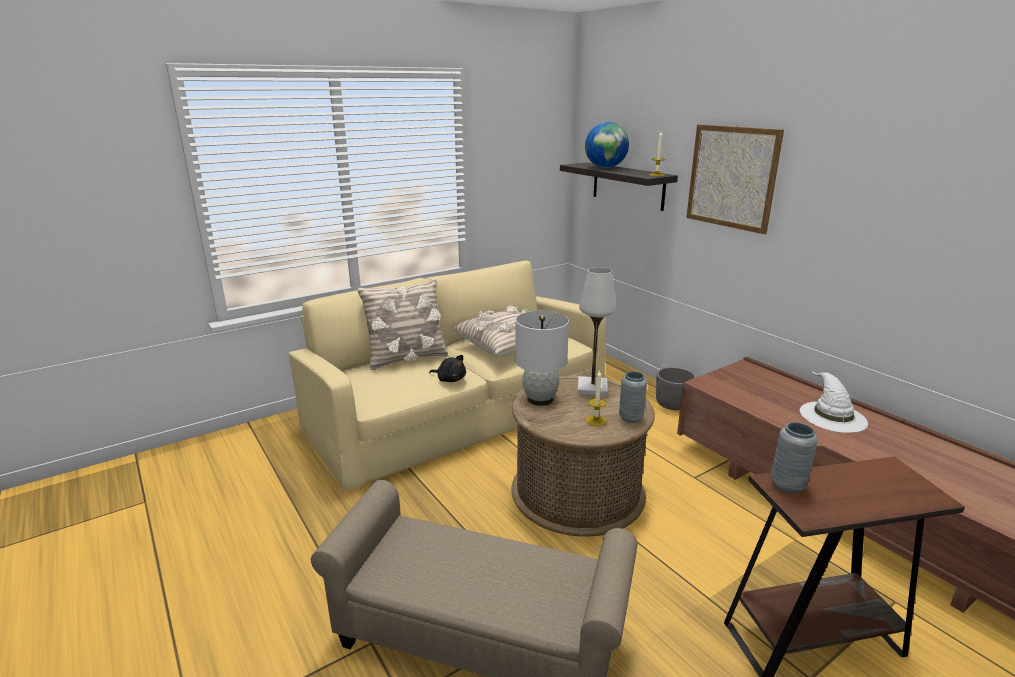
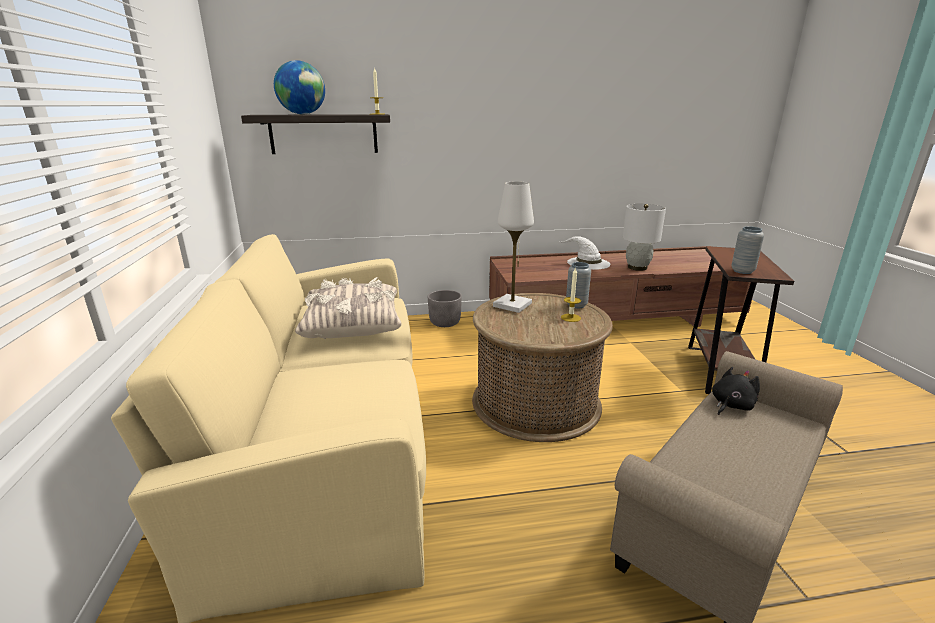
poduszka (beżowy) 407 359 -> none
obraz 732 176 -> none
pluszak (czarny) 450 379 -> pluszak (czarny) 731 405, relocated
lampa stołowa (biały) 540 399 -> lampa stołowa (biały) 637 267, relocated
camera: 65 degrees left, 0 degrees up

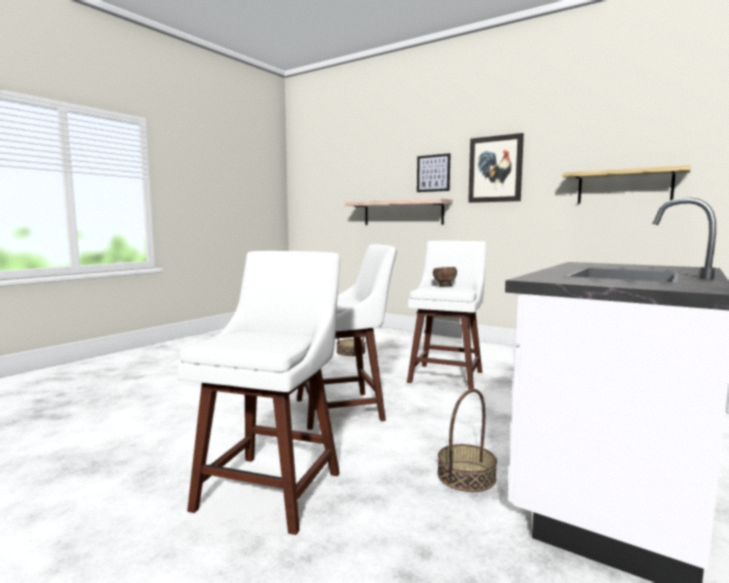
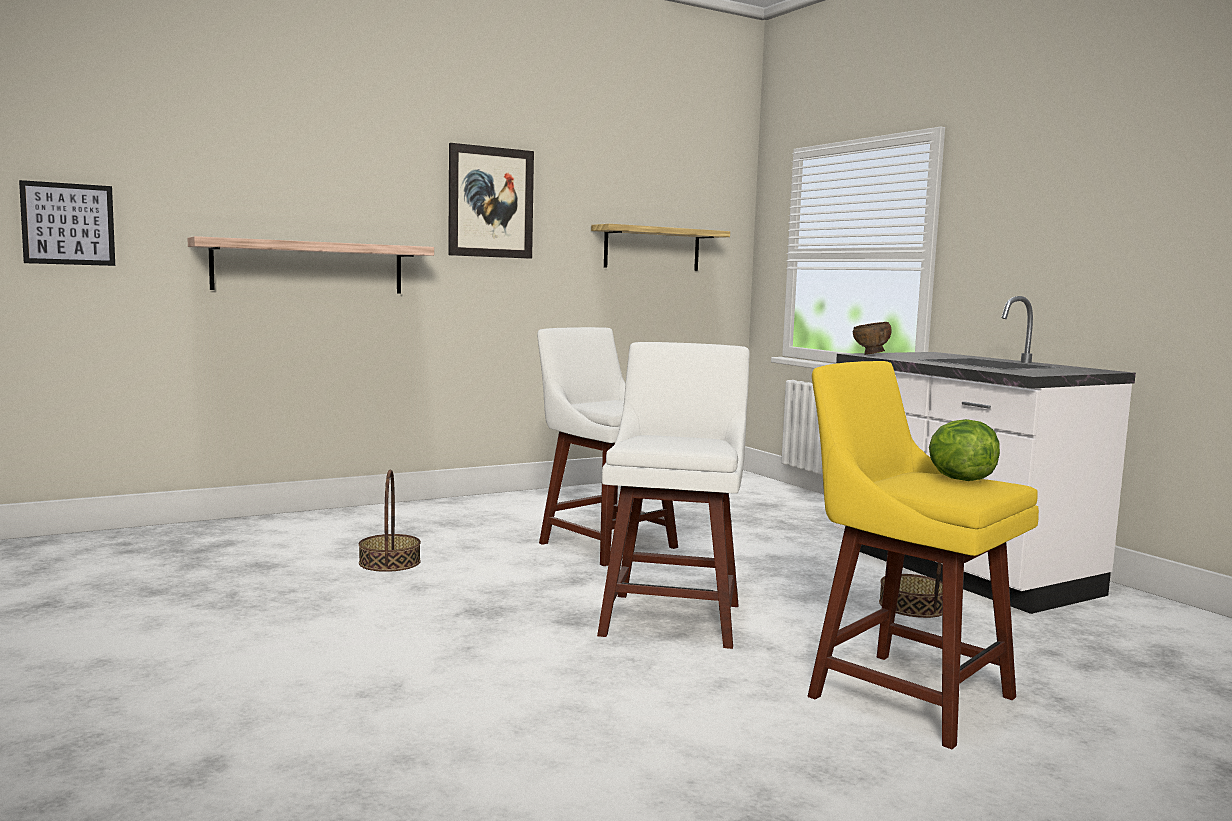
none -> sałata 959 479
obraz 433 173 -> obraz 68 224, relocated
miska (brązowy) 444 287 -> miska (brązowy) 871 354, relocated
stołek (biały) 273 487 -> stołek (żółty) 903 693
camera: 65 degrees left, 0 degrees up

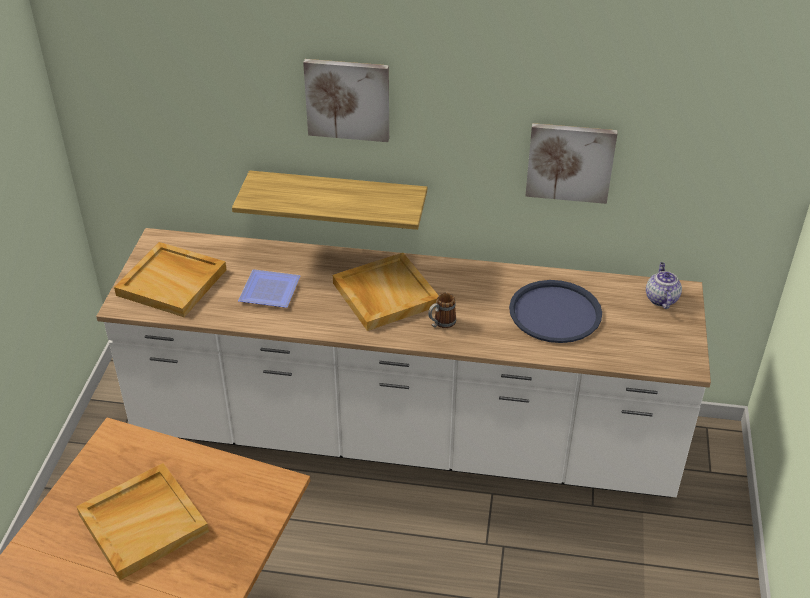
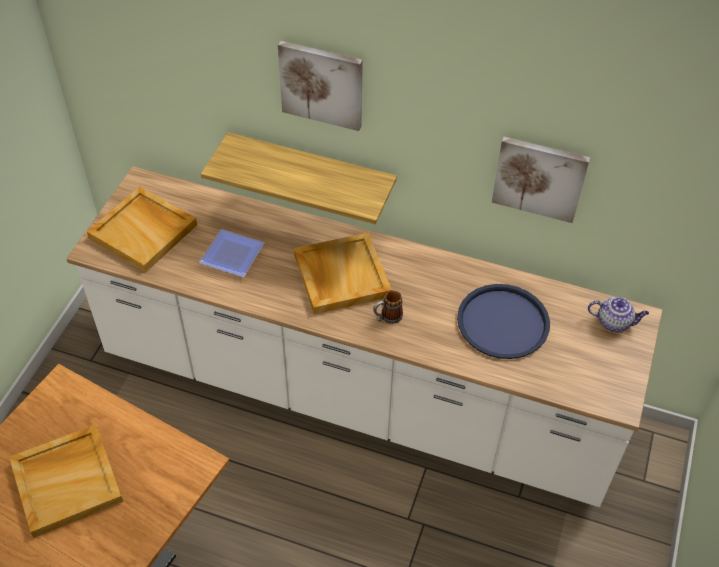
imbryk 660 298 -> imbryk 614 322, 90 degrees clockwise
camera: 10 degrees right, 10 degrees up

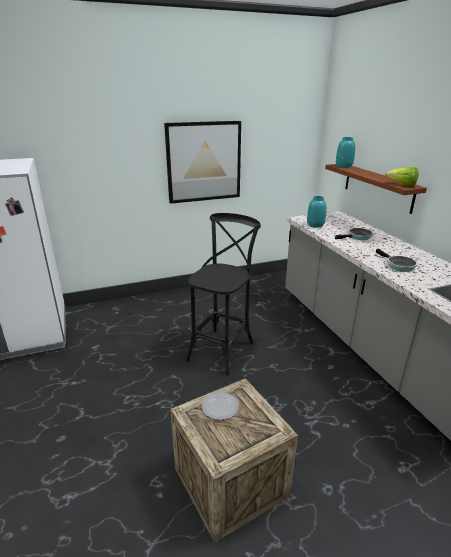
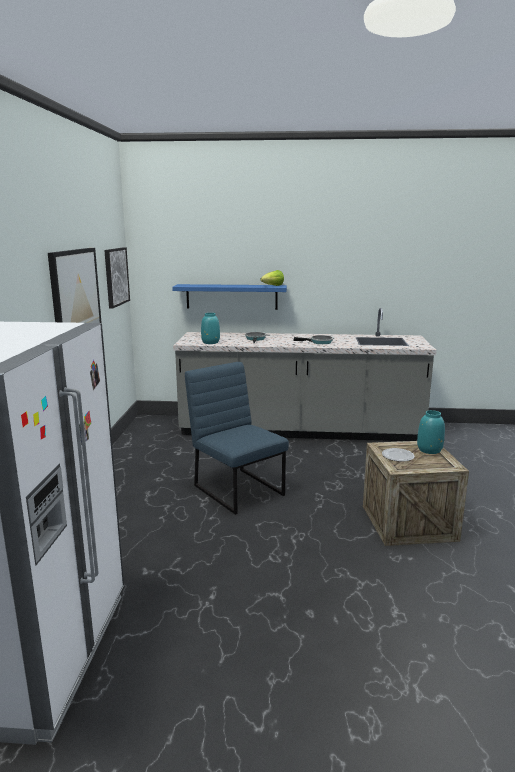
none -> obraz 116 276
wazon (turkusowy) 344 166 -> wazon (turkusowy) 429 450, relocated
stołek (czarny) 222 349 -> krzesło (niebieski) 237 489
półka (brązowy) 377 187 -> półka (niebieski) 231 296
camera: 65 degrees left, 10 degrees down

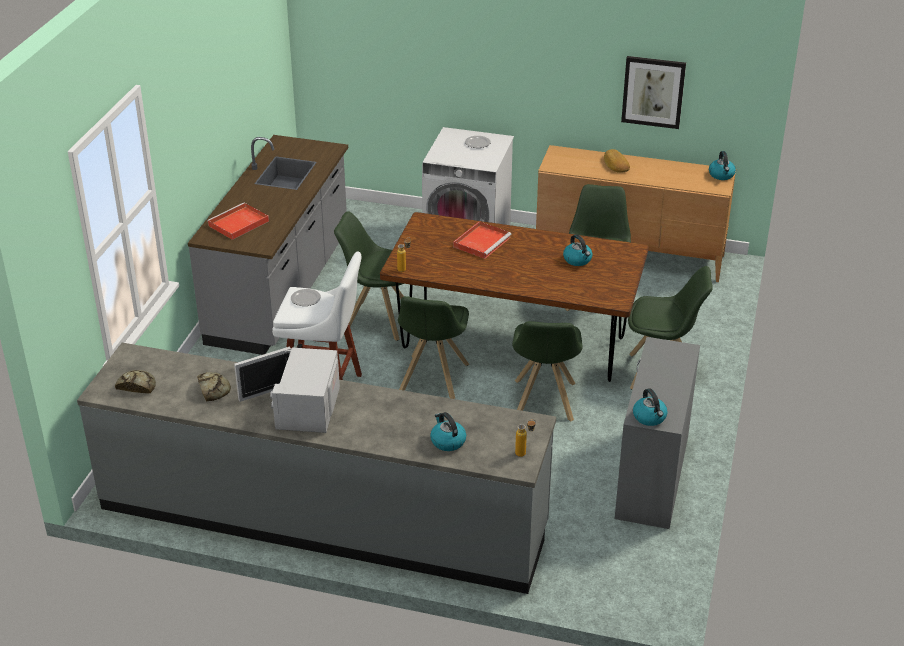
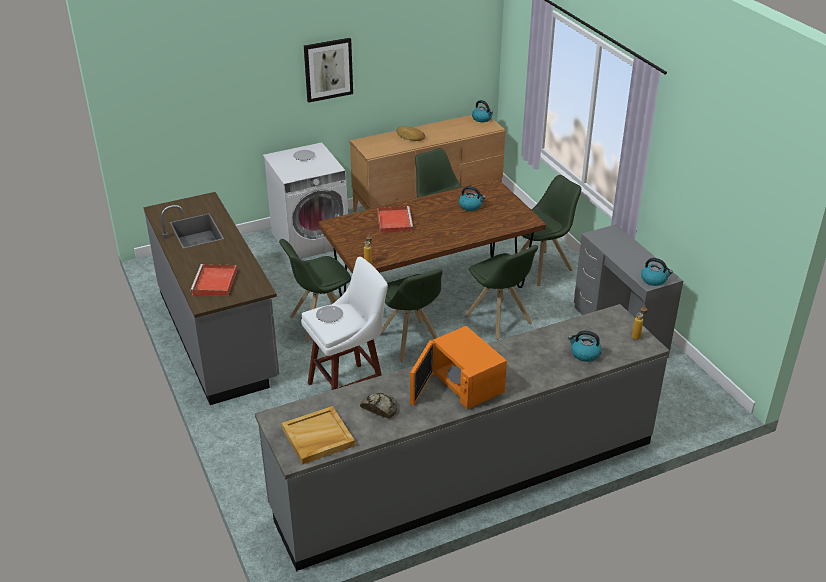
obraz 653 91 -> obraz 328 69, relocated
chleb 136 385 -> taca (beżowy) 317 437
mikrofalówka (biały) 305 406 -> mikrofalówka (pomarańczowy) 462 383
camera: 40 degrees left, 0 degrees up

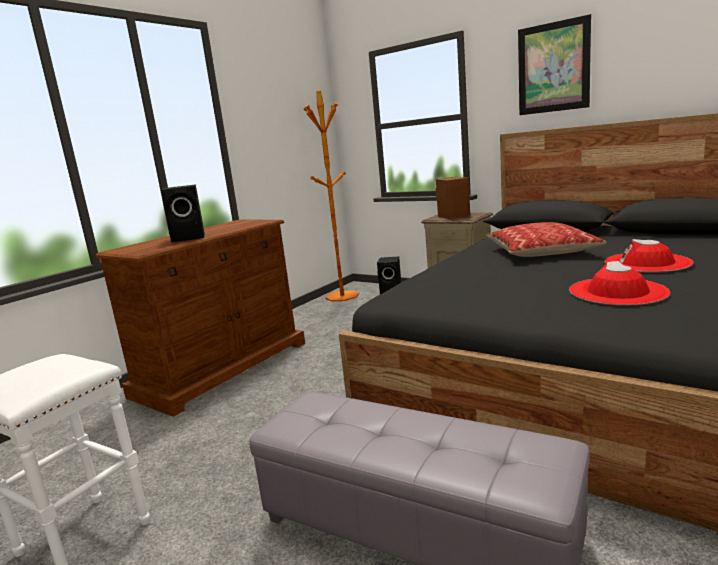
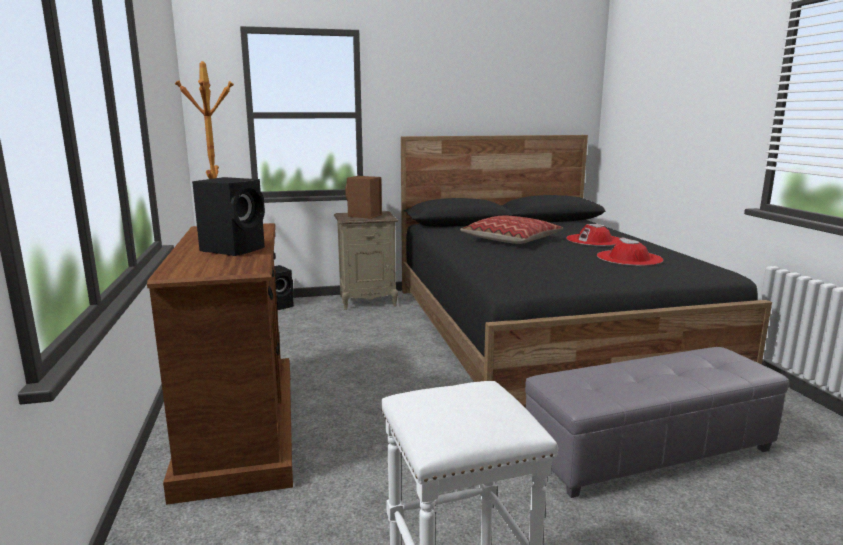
obraz 553 67 -> none
camera: 50 degrees left, 0 degrees up

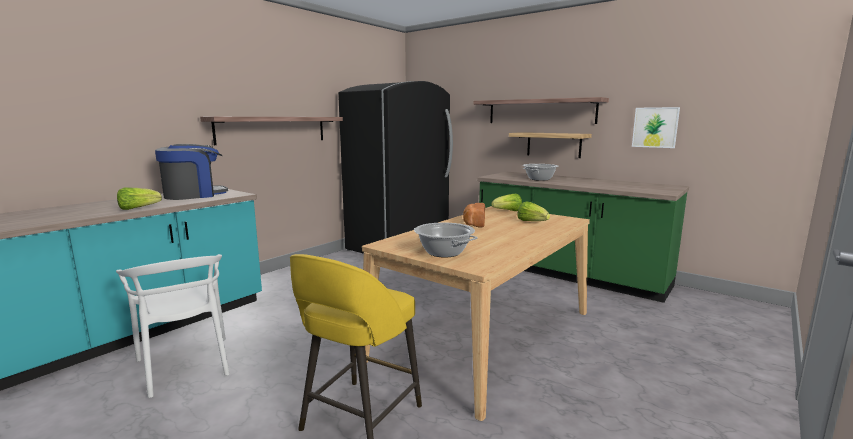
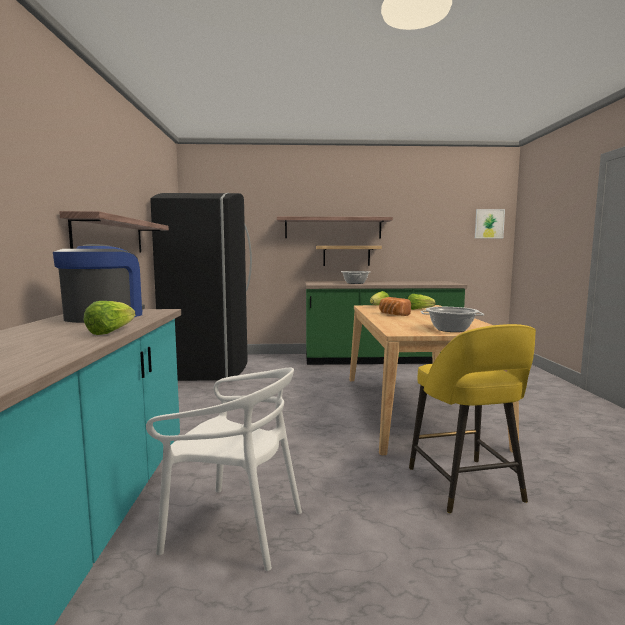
obraz 655 127 -> obraz 489 224, relocated
camera: 40 degrees left, 5 degrees down

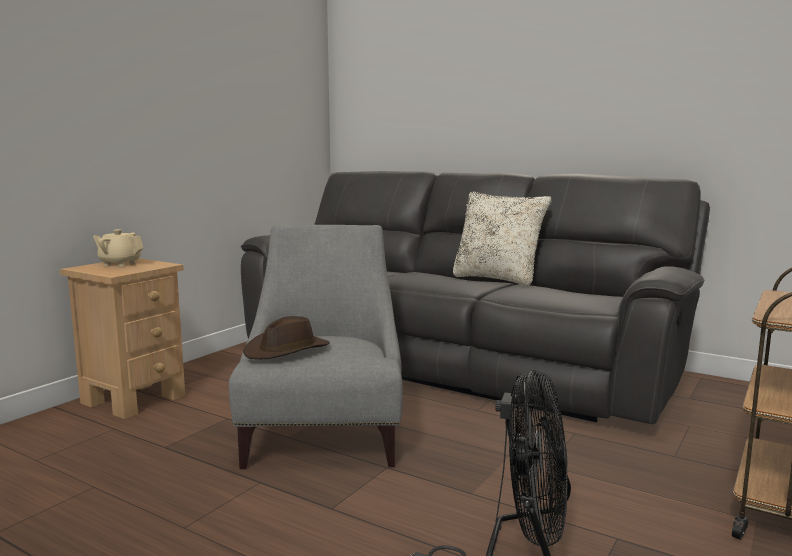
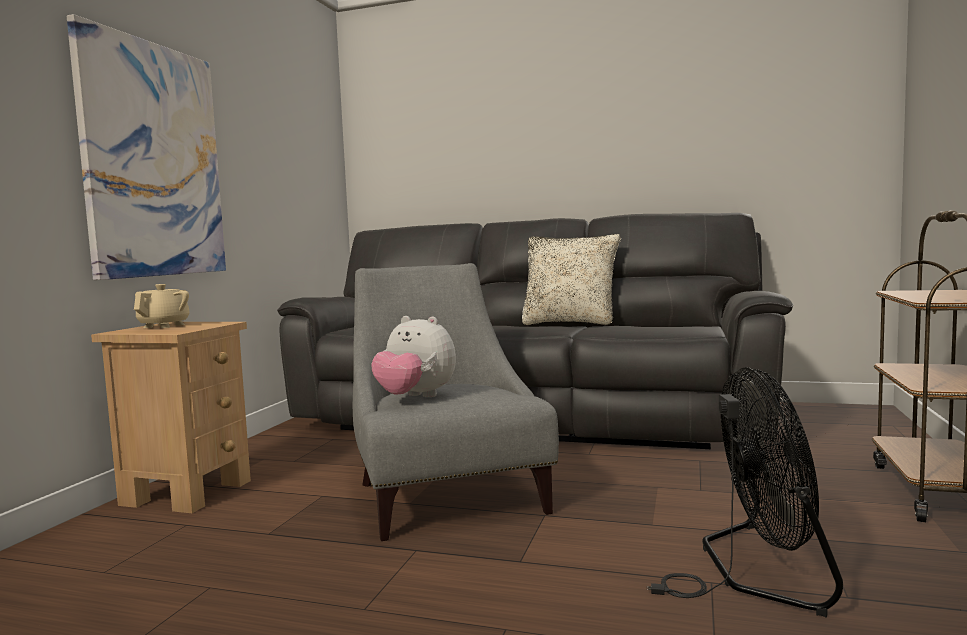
none -> obraz 153 160
kapelusz (brązowy) 287 350 -> pluszak 415 397
imbryk (beżowy) 120 263 -> imbryk (beżowy) 164 326, 105 degrees clockwise
camera: 15 degrees left, 5 degrees down

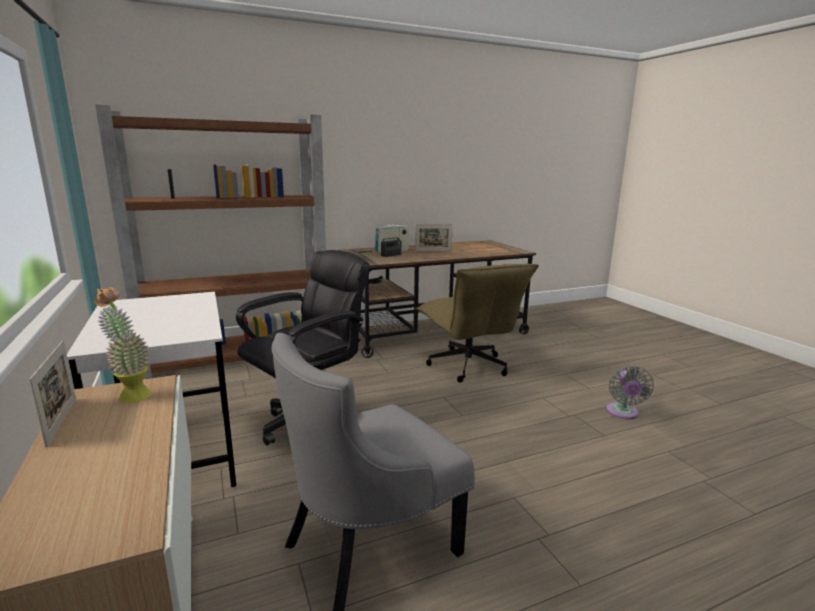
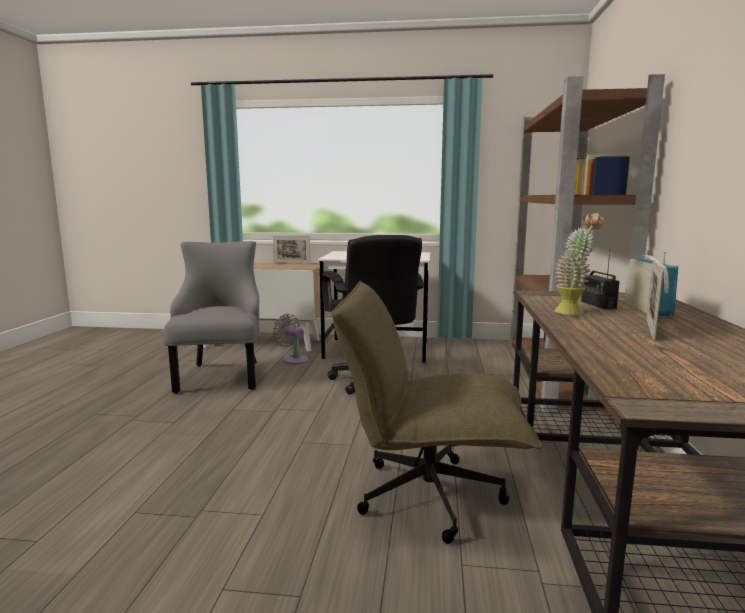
roślina doniczkowa 130 394 -> roślina doniczkowa 573 311, relocated
wentylator (szary) 623 413 -> wentylator (szary) 293 359, relocated
camera: 120 degrees right, 5 degrees down

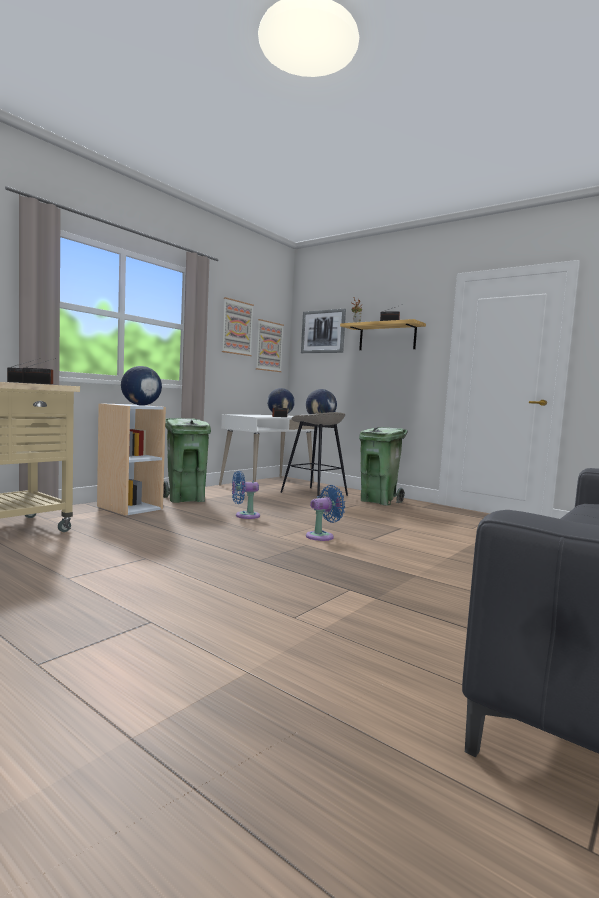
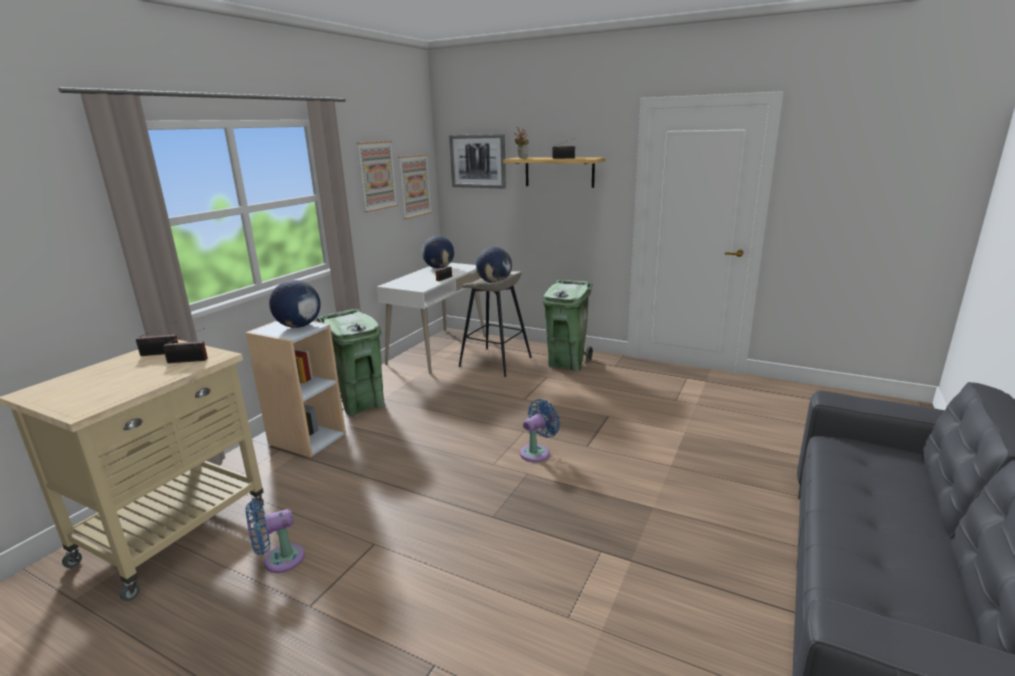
wentylator (niebieski) 244 515 -> wentylator (niebieski) 279 560, relocated
camera: 10 degrees left, 15 degrees up

